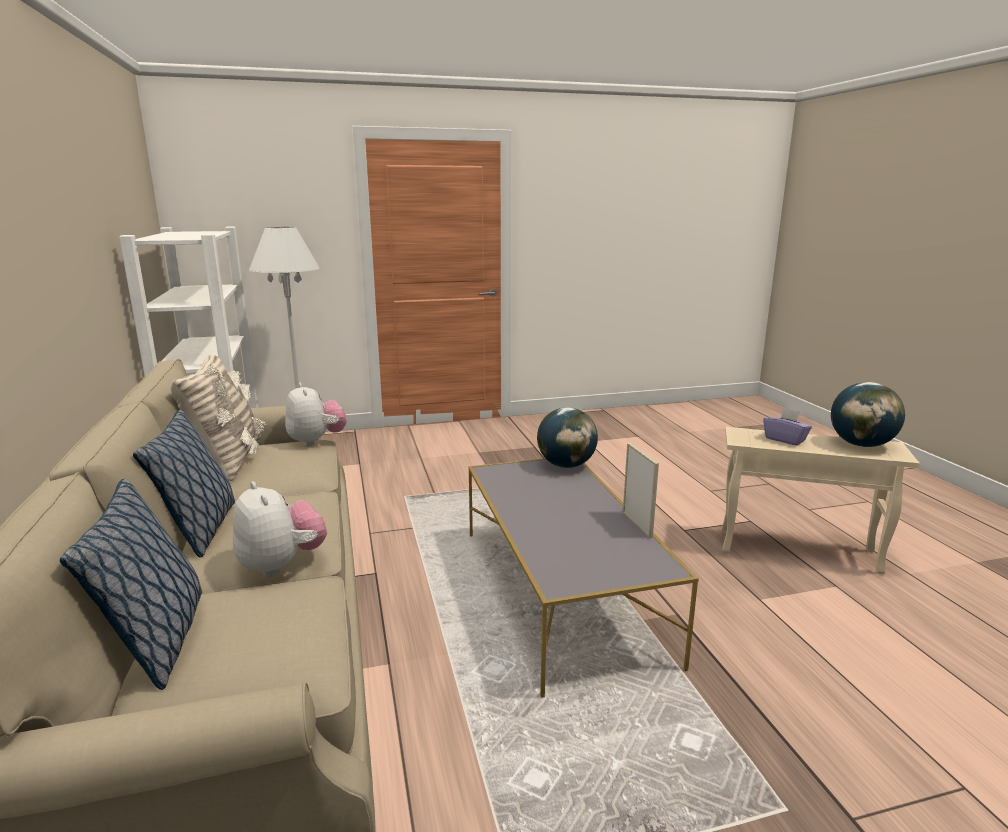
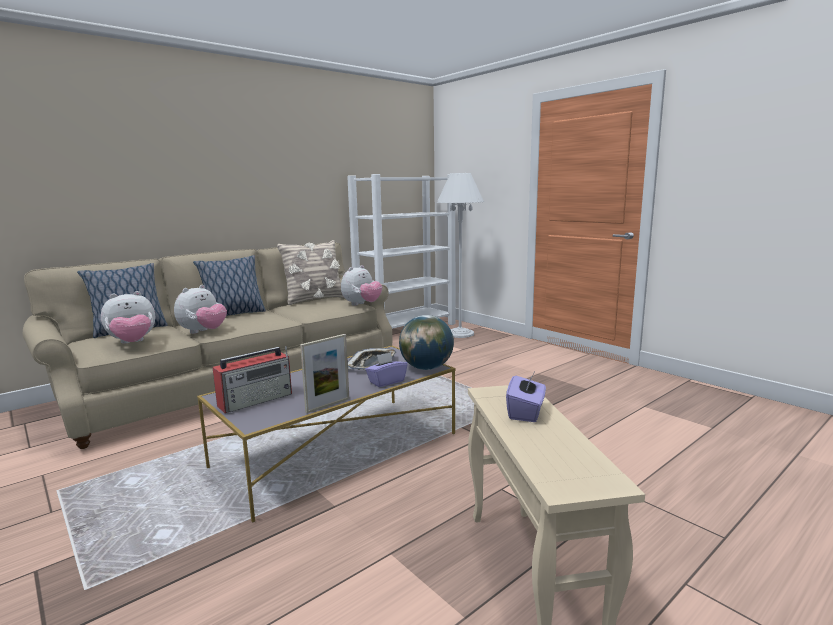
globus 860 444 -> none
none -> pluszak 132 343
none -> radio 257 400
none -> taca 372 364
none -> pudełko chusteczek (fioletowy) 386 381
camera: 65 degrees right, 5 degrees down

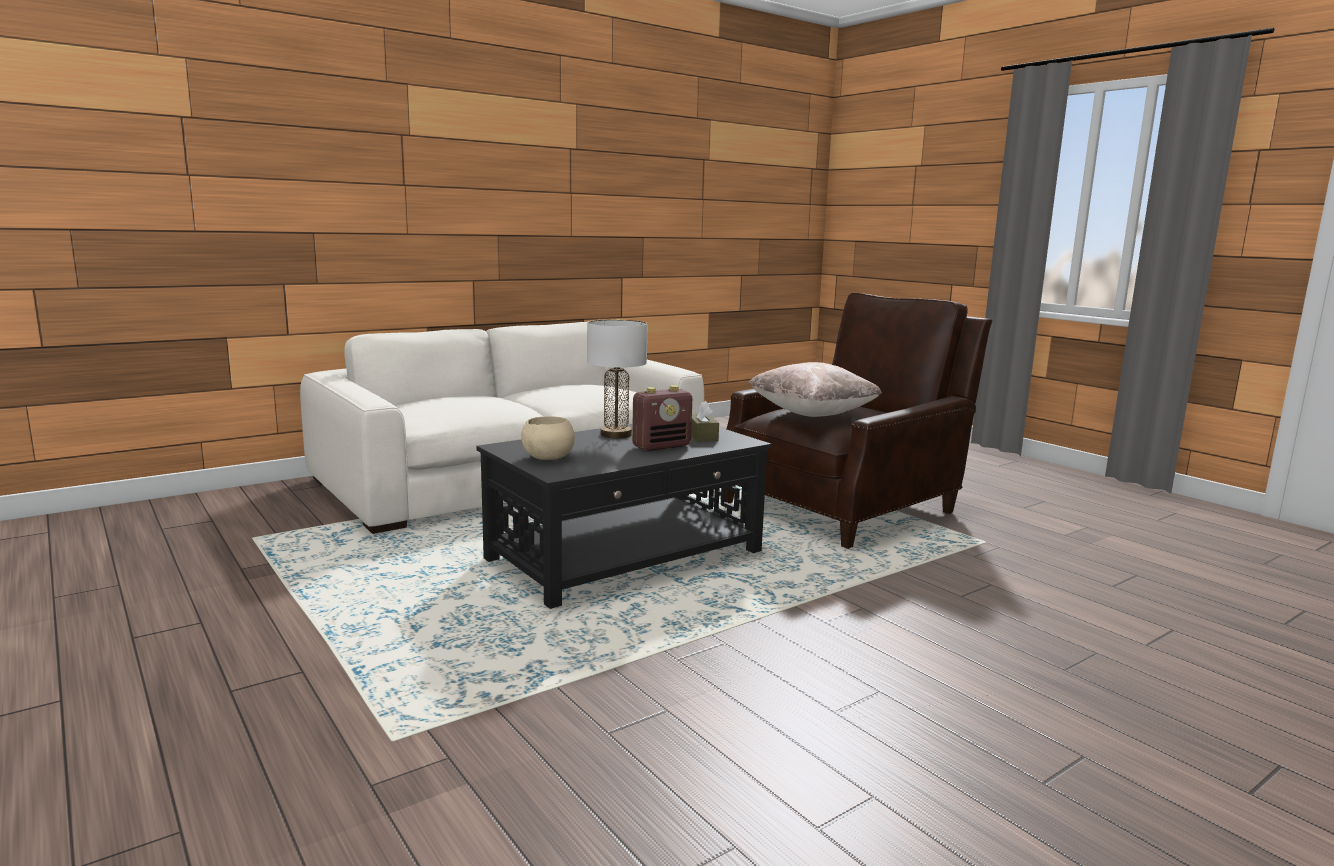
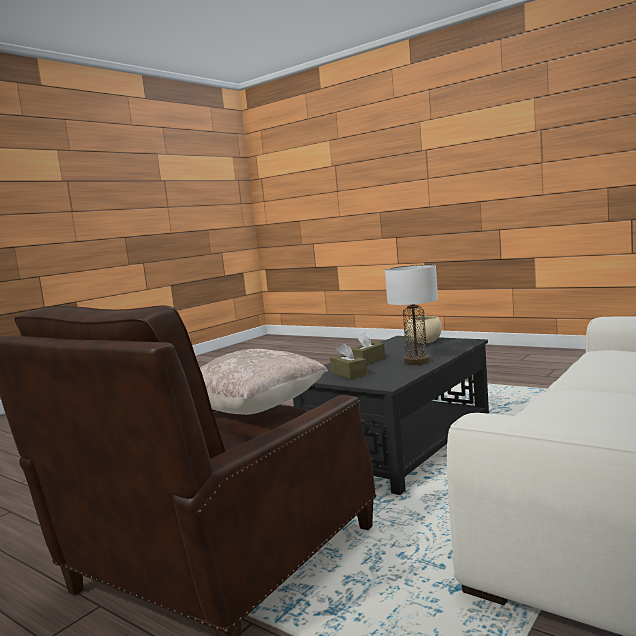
radio 662 446 -> pudełko chusteczek (brązowy) 367 361
camera: 165 degrees right, 5 degrees down

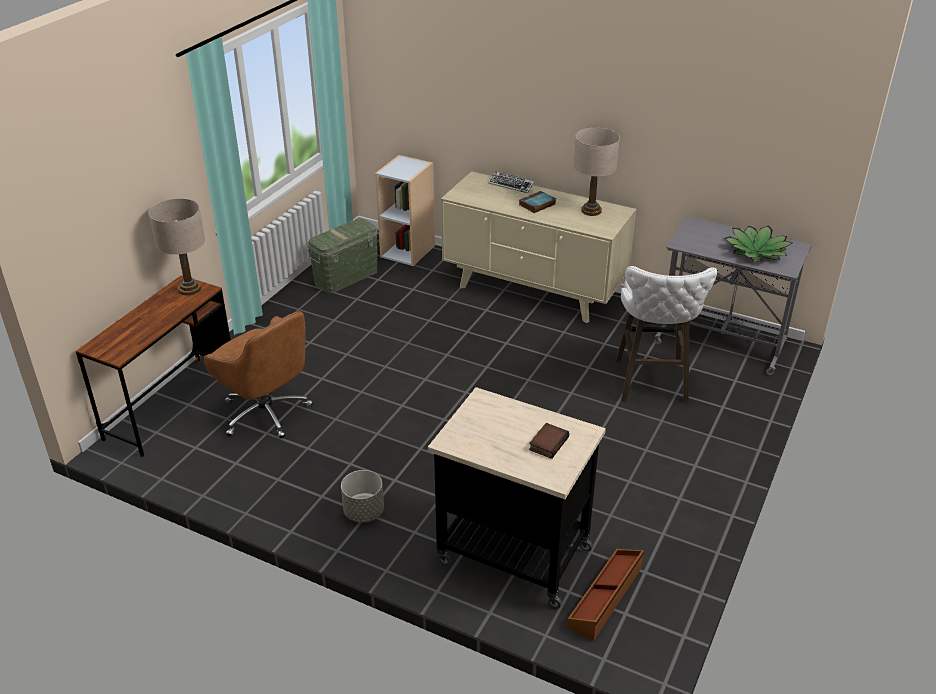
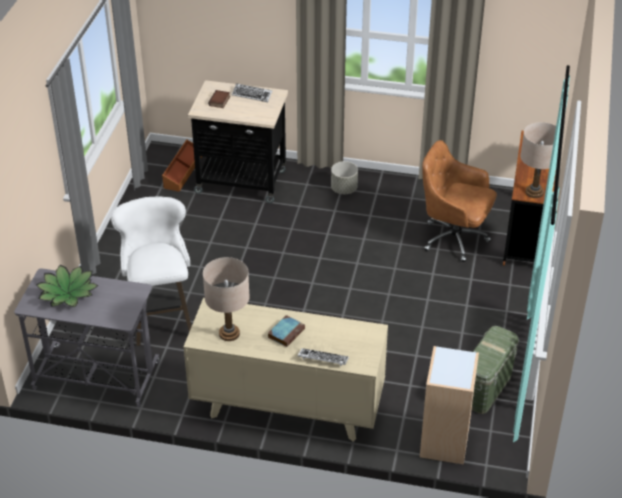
none -> klawiatura 252 95
camera: 165 degrees right, 5 degrees up

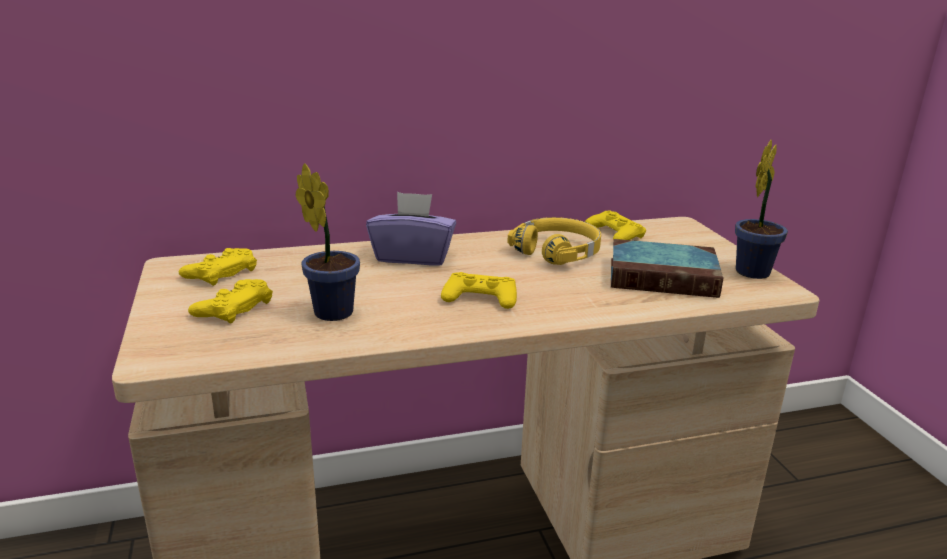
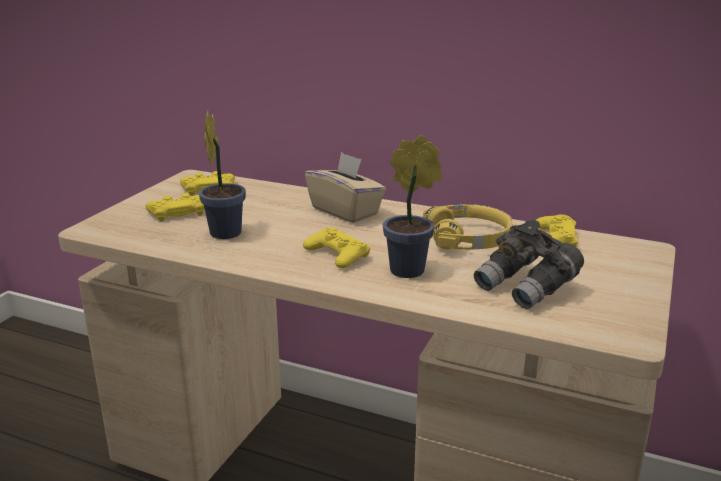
roślina doniczkowa 754 271 -> roślina doniczkowa 412 270, relocated
książka 665 277 -> lornetka (szary) 527 288
pudełko chusteczek (fioletowy) 413 256 -> pudełko chusteczek (beżowy) 345 211
camera: 40 degrees right, 0 degrees up

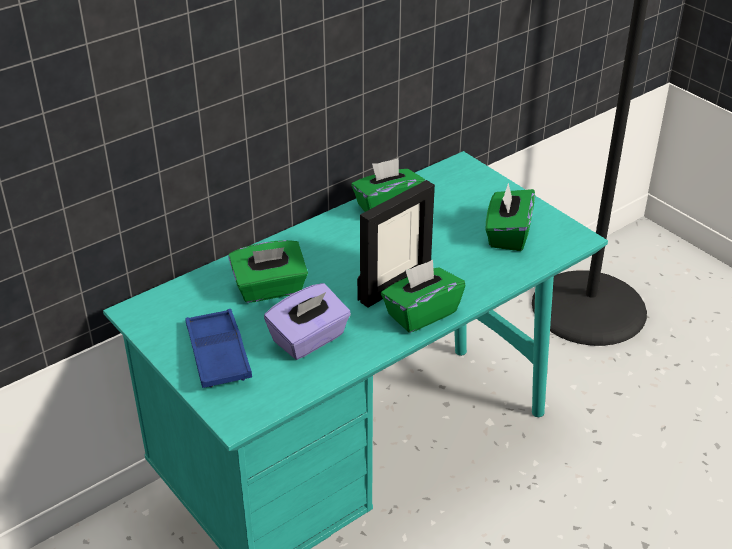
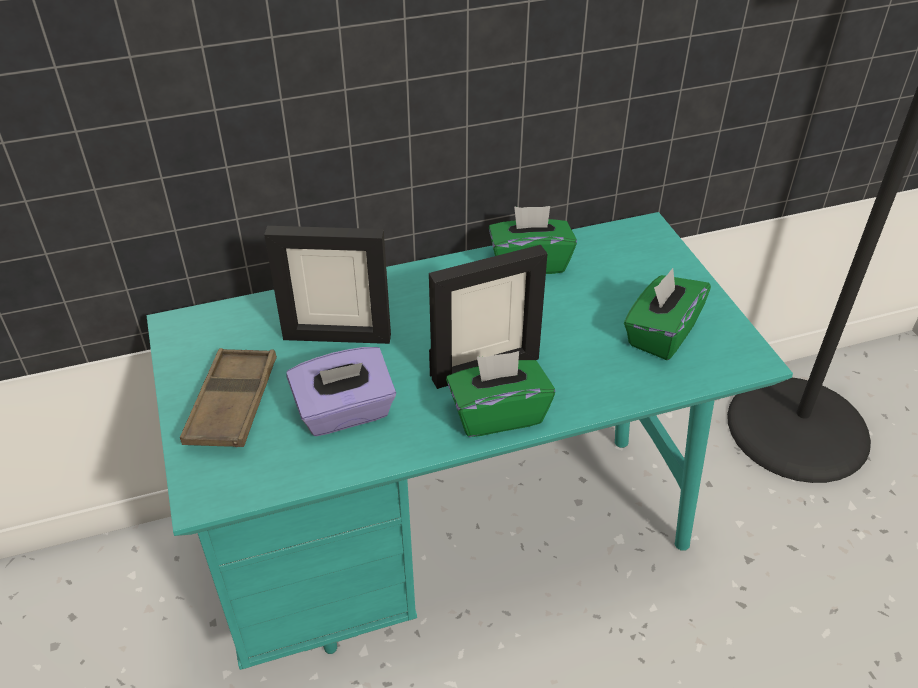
pudełko chusteczek (zielony) 270 289 -> ramka na zdjęcie 337 335
taca (niebieski) 218 354 -> taca (brązowy) 232 404
camera: 20 degrees right, 5 degrees up

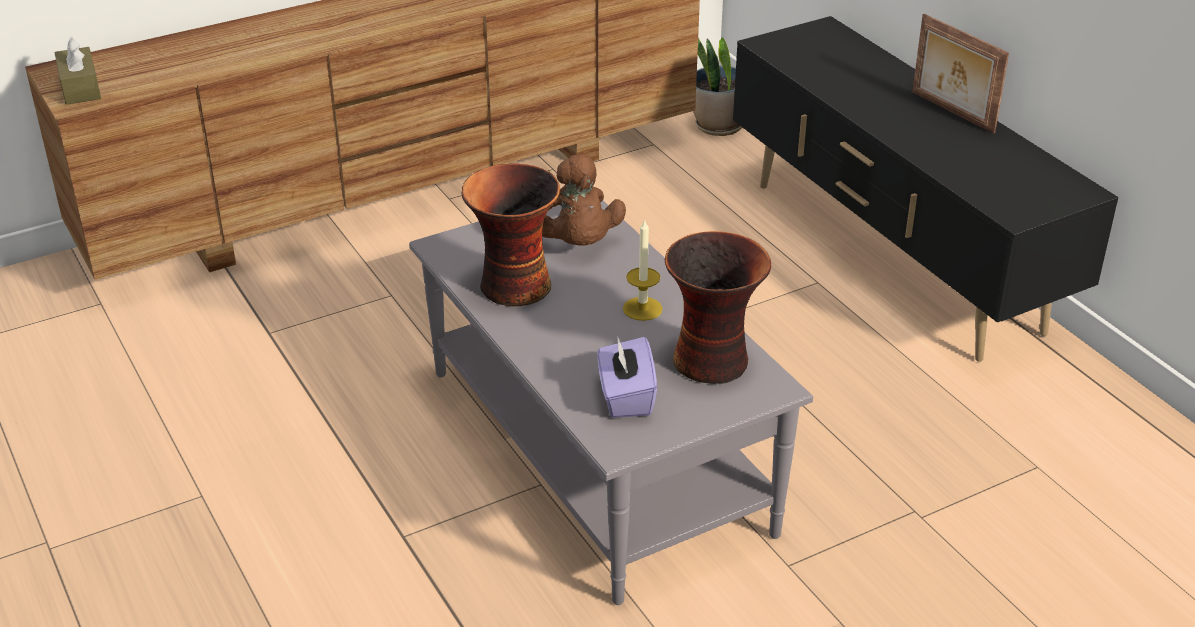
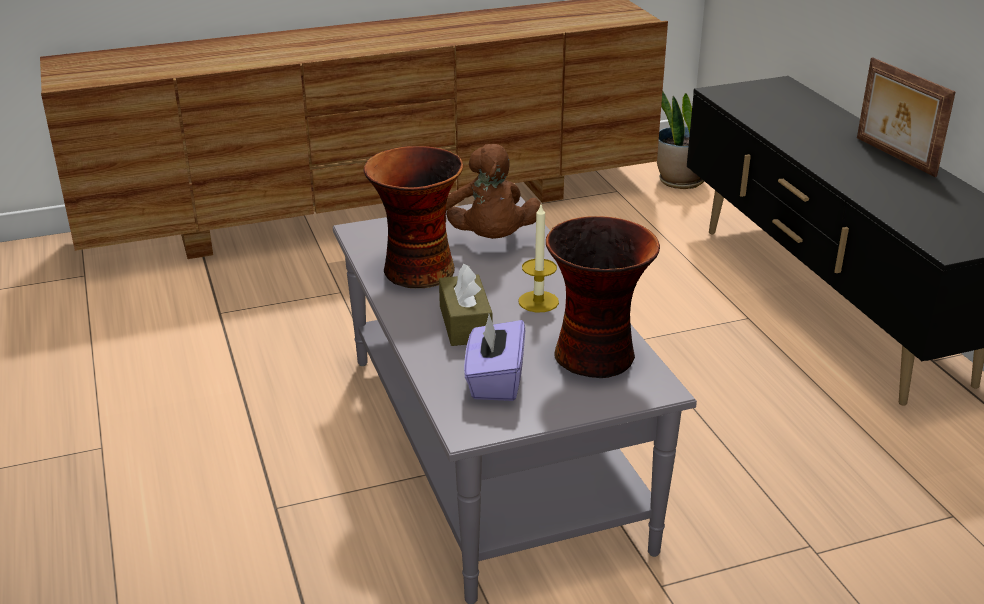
pudełko chusteczek (brązowy) 80 87 -> pudełko chusteczek (brązowy) 465 323, relocated
camera: 10 degrees right, 5 degrees down

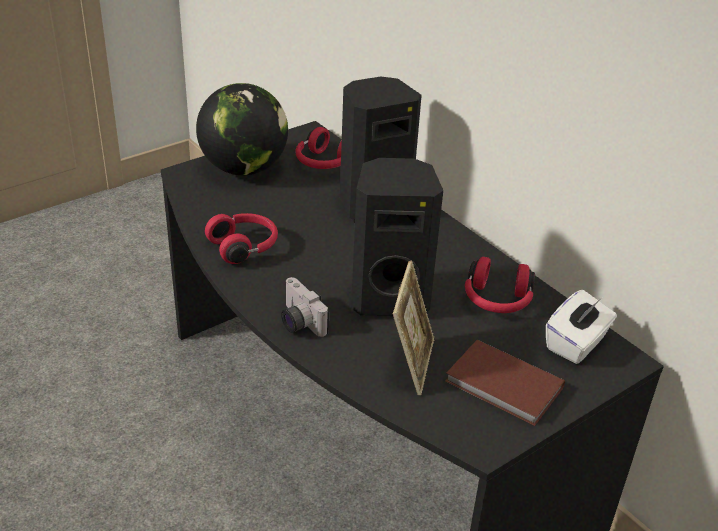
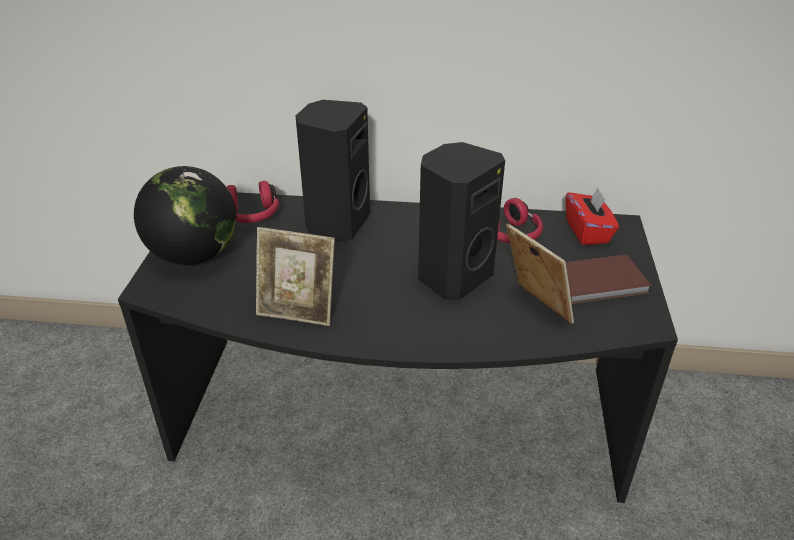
aparat fotograficzny 298 322 -> none
słuchawki (czerwony) 244 247 -> ramka na zdjęcie 298 311
pudełko chusteczek (biały) 576 343 -> pudełko chusteczek (czerwony) 588 232
camera: 45 degrees left, 0 degrees up

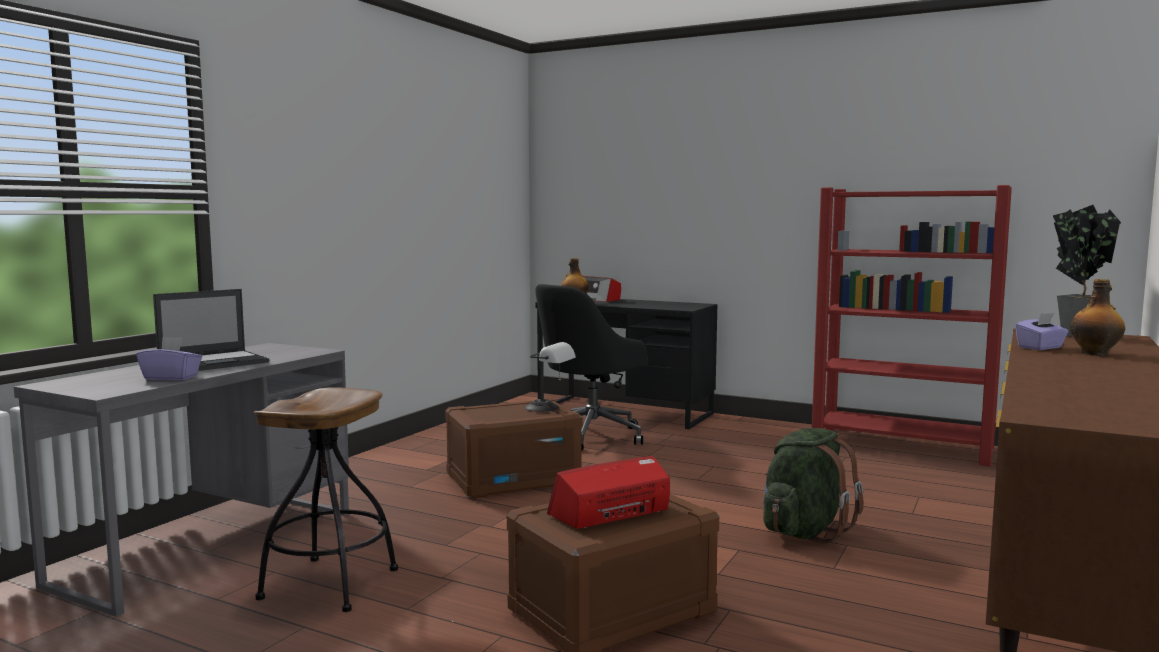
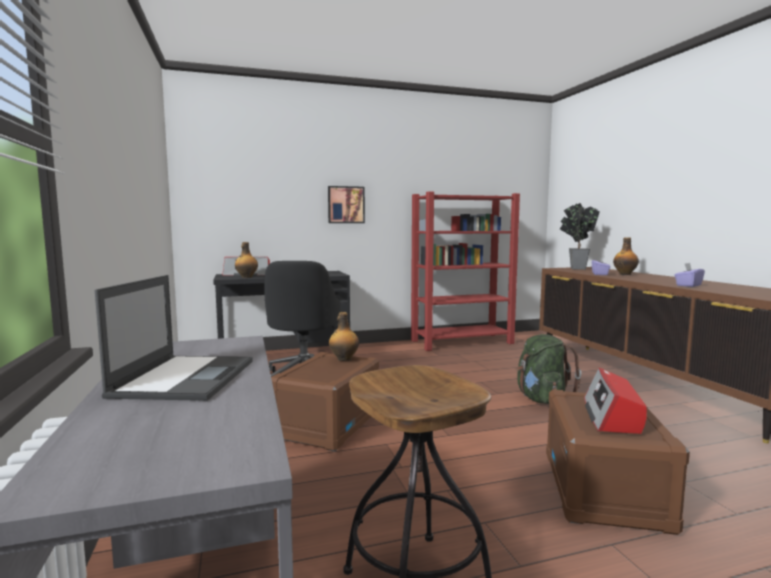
none -> obraz 346 205
pudełko chusteczek (fioletowy) 171 377 -> pudełko chusteczek (fioletowy) 688 285, relocated
lampa stołowa 549 408 -> butelka 343 359
camera: 45 degrees left, 0 degrees up

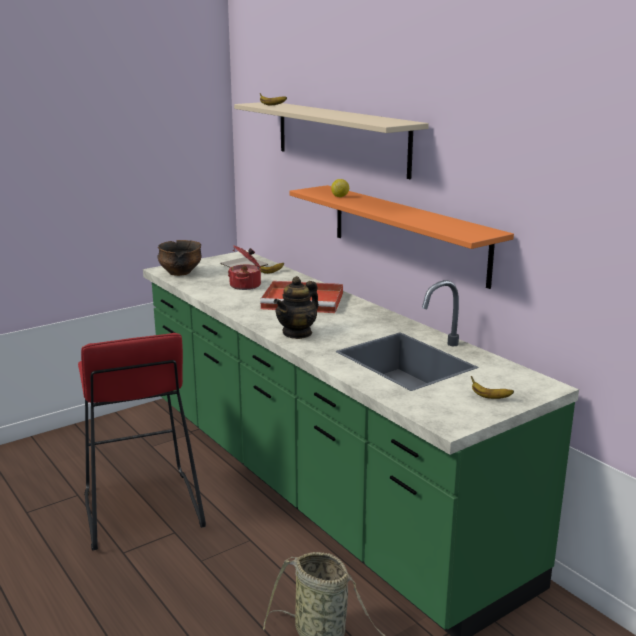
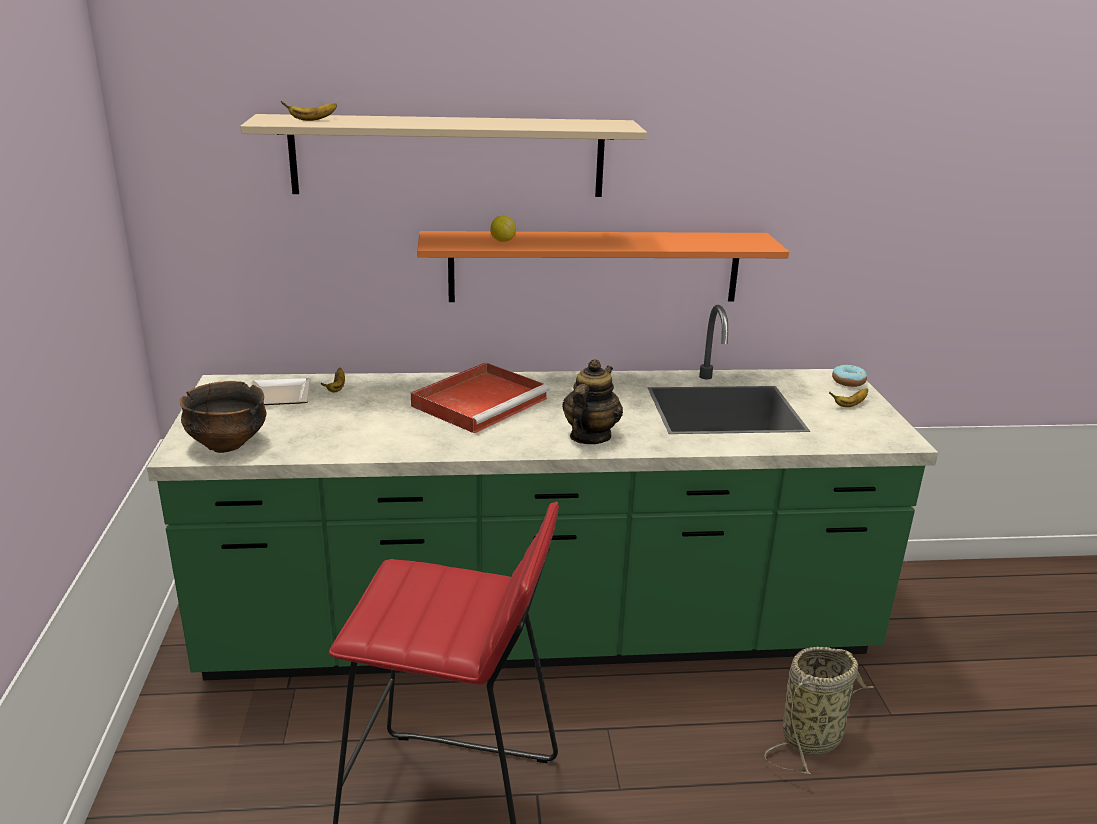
garnek 246 285 -> none
none -> donut 848 382
imbryk 297 333 -> imbryk 589 436, 135 degrees counterclockwise
camera: 60 degrees left, 5 degrees up

